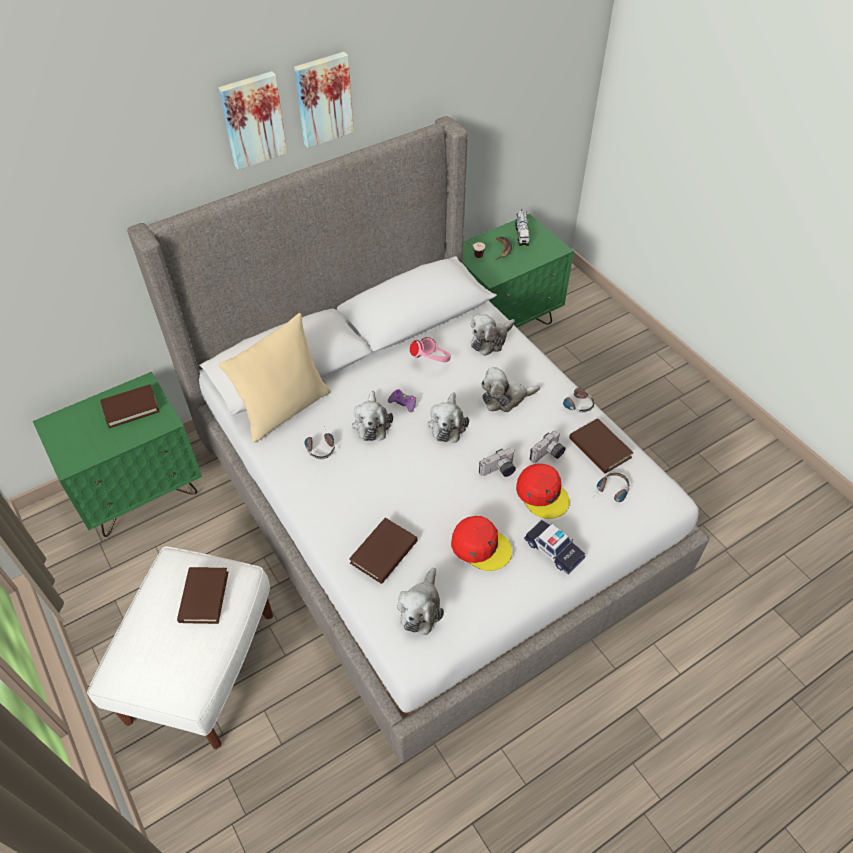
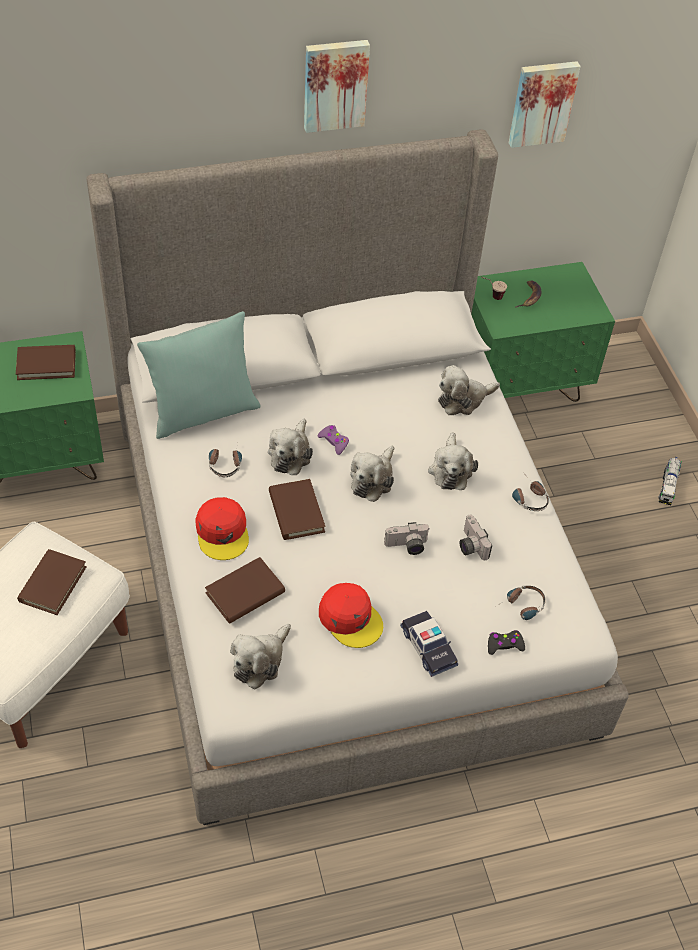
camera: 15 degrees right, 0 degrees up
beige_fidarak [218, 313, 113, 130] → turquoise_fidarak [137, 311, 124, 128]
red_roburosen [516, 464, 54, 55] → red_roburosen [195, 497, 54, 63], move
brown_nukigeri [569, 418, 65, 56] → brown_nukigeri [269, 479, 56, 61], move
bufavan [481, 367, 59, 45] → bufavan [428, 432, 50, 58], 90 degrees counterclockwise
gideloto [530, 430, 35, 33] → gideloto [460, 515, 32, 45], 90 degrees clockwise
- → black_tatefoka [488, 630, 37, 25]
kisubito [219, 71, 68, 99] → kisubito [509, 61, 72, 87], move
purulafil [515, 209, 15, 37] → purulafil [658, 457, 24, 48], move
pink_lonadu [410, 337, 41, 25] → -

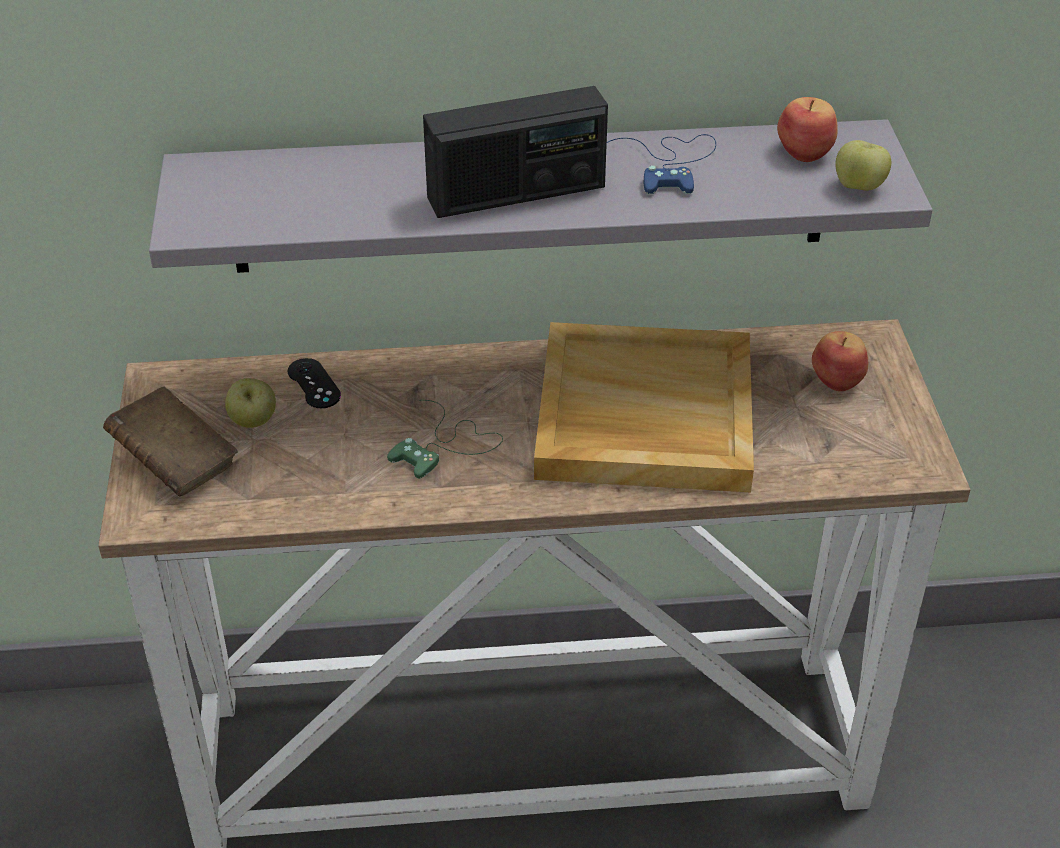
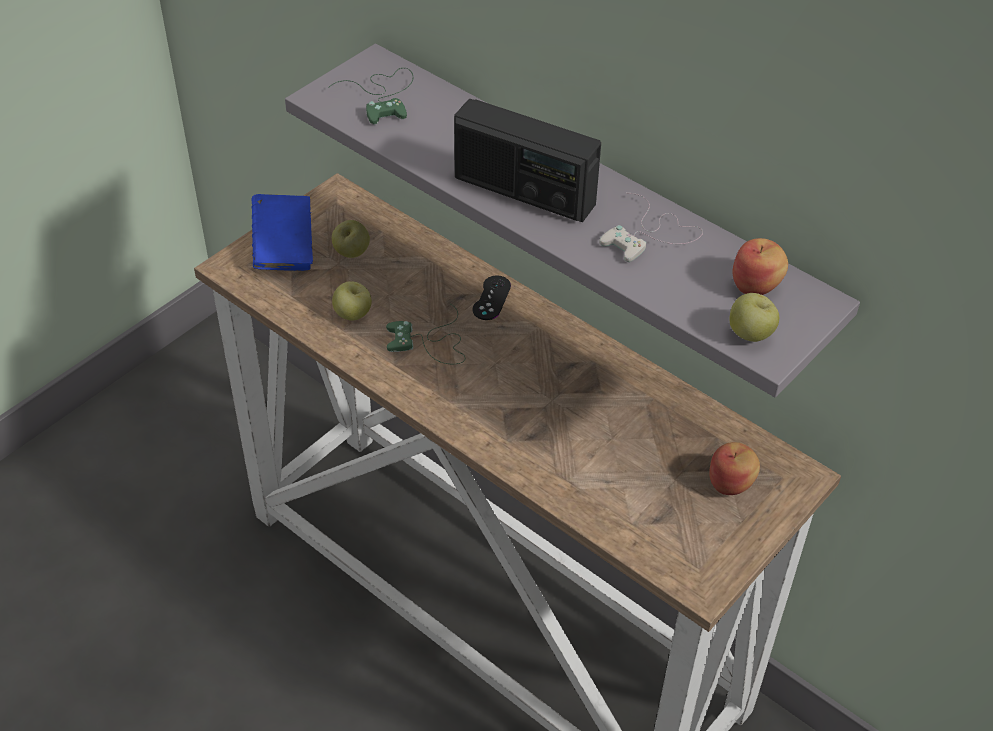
camera: 45 degrees right, 5 degrees up
brown_nukigeri [103, 386, 135, 111] → blue_nukigeri [252, 194, 61, 77]
- → green_tatefoka [328, 68, 85, 57]
- → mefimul [332, 281, 40, 40]
black_tatefoka [288, 358, 53, 50] → black_tatefoka [472, 275, 39, 45], move
blue_tatefoka [607, 134, 109, 60] → white_tatefoka [599, 193, 104, 69]
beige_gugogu [534, 322, 220, 171] → -

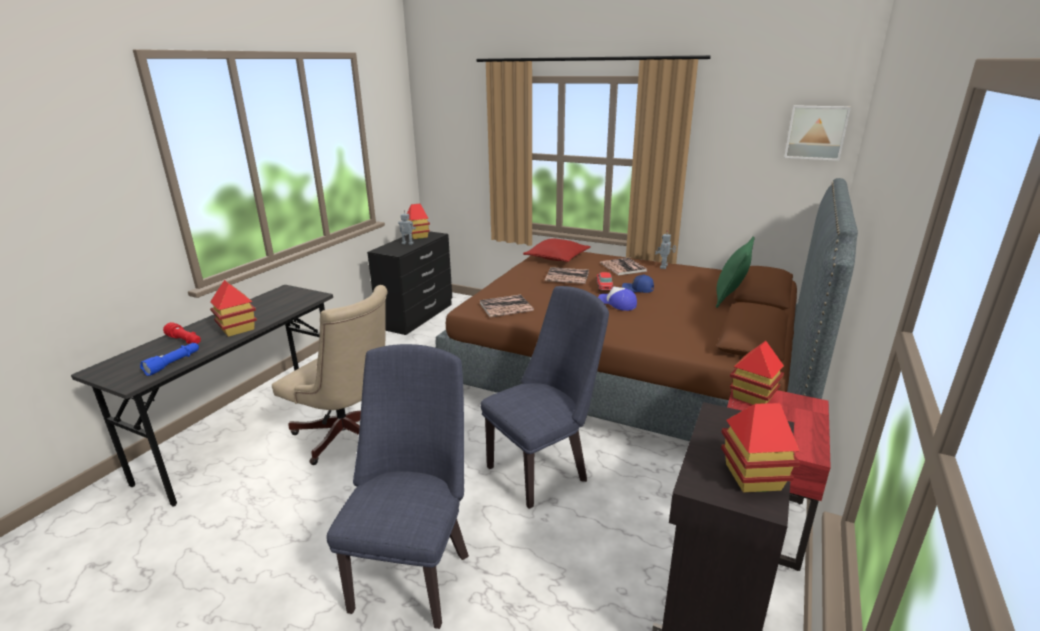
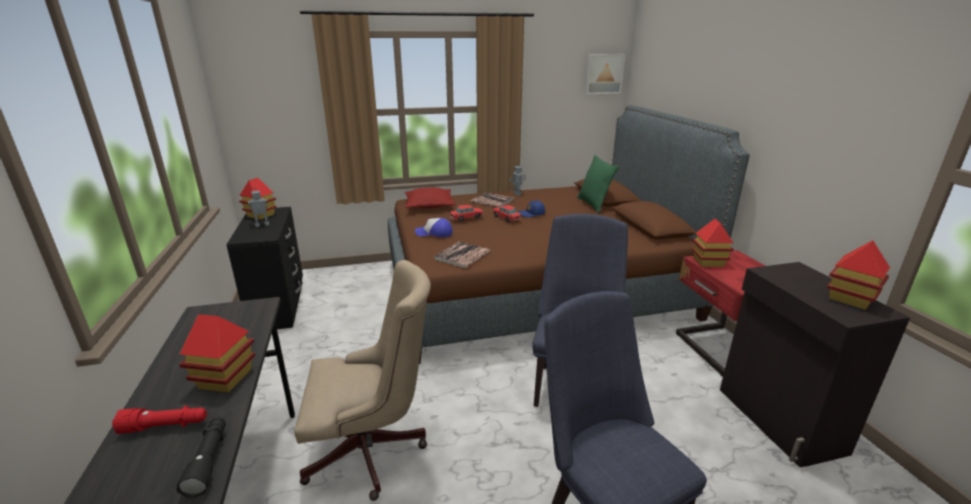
camera: 40 degrees left, 0 degrees up
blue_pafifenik [140, 343, 59, 33] → black_pafifenik [176, 417, 50, 81]
roburosen [598, 287, 39, 24] → roburosen [415, 218, 37, 19], move
nukigeri [545, 267, 44, 17] → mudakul [450, 205, 33, 16]

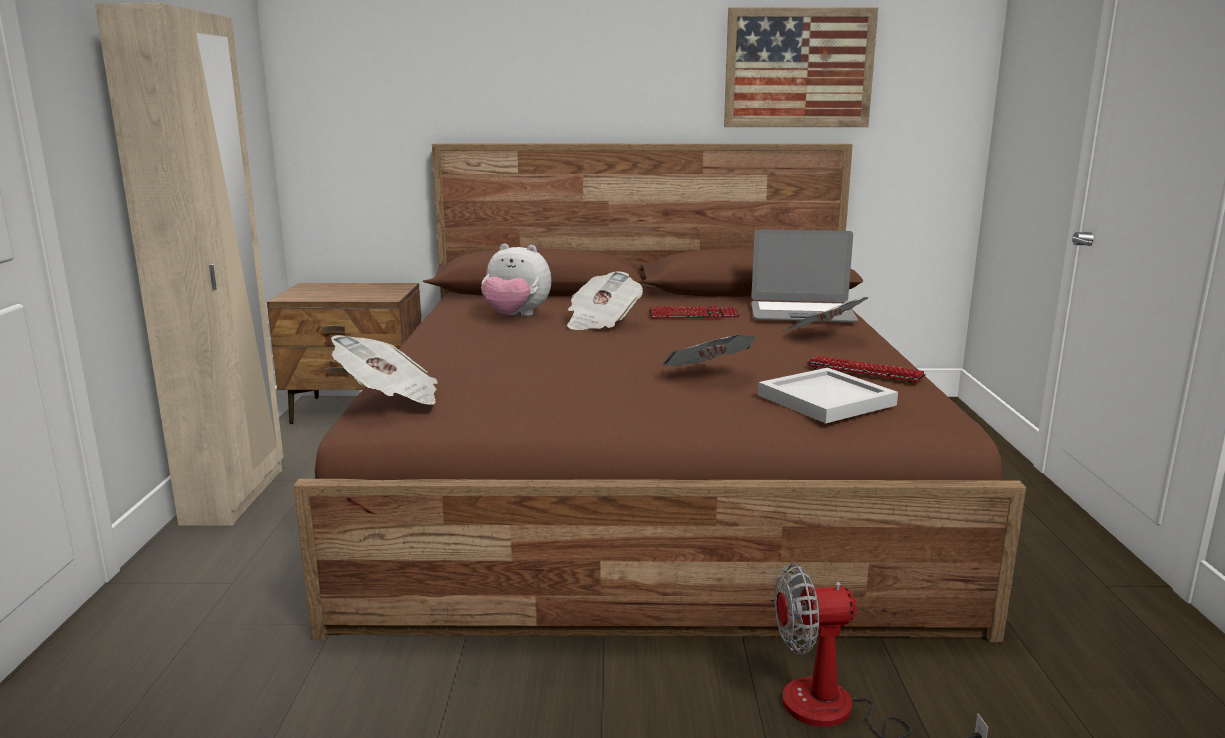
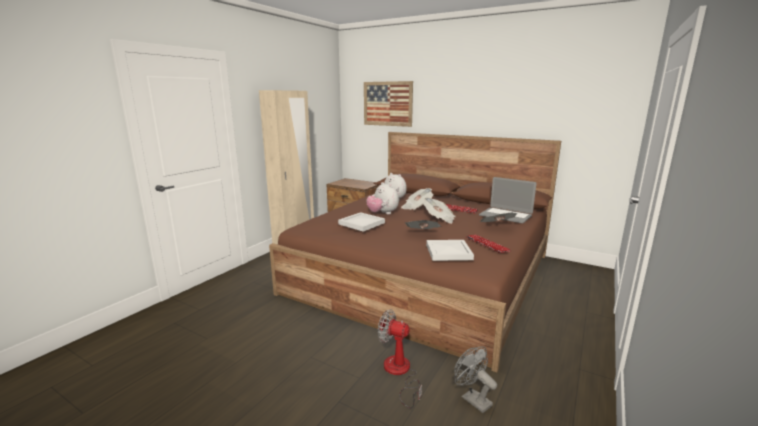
camera: 30 degrees right, 0 degrees up
- → white_gugogu [338, 212, 47, 20]
kisubito [724, 7, 154, 120] → kisubito [364, 81, 49, 46], move
- → bufavan [366, 182, 33, 32]
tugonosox [331, 335, 107, 70] → tugonosox [423, 198, 33, 26], move
- → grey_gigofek [454, 346, 43, 67]

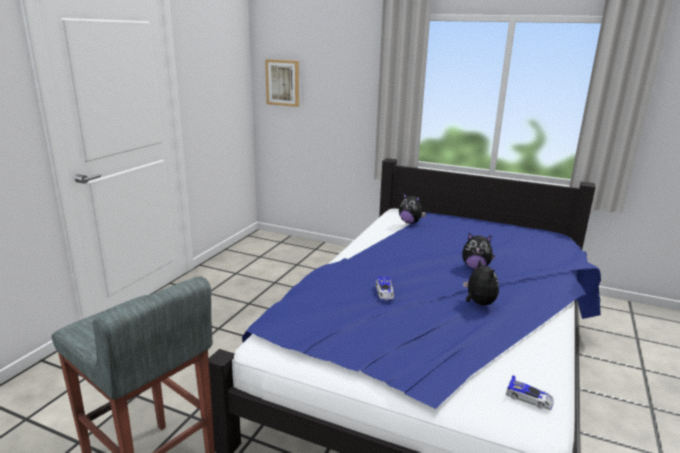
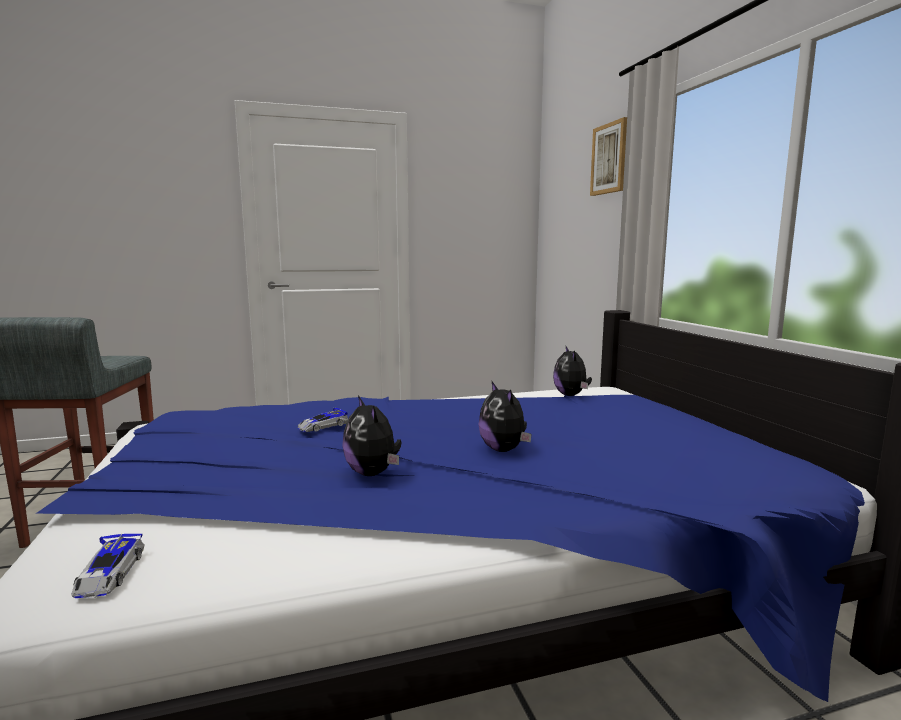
camera: 50 degrees right, 10 degrees down
bufavan [463, 259, 36, 46] → bufavan [342, 396, 60, 80], 120 degrees clockwise
kisubito [265, 59, 34, 48] → kisubito [590, 117, 37, 79], move

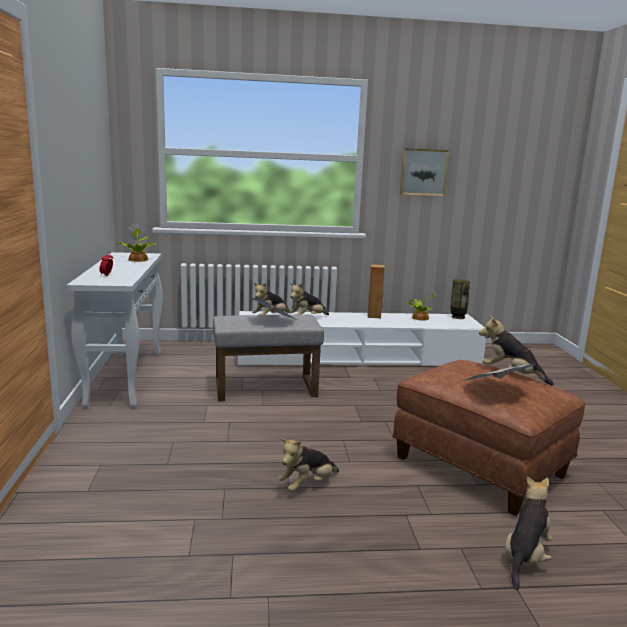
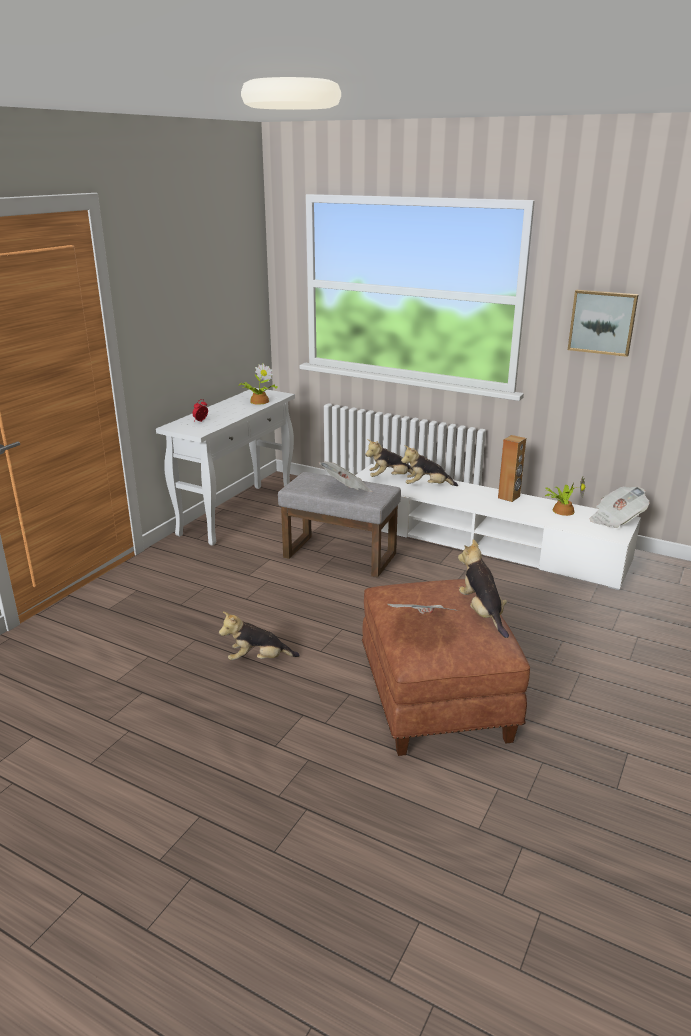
camera: 35 degrees right, 10 degrees up
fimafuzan [451, 279, 19, 40] → tugonosox [590, 487, 59, 41]
bufavan [505, 476, 48, 114] → -

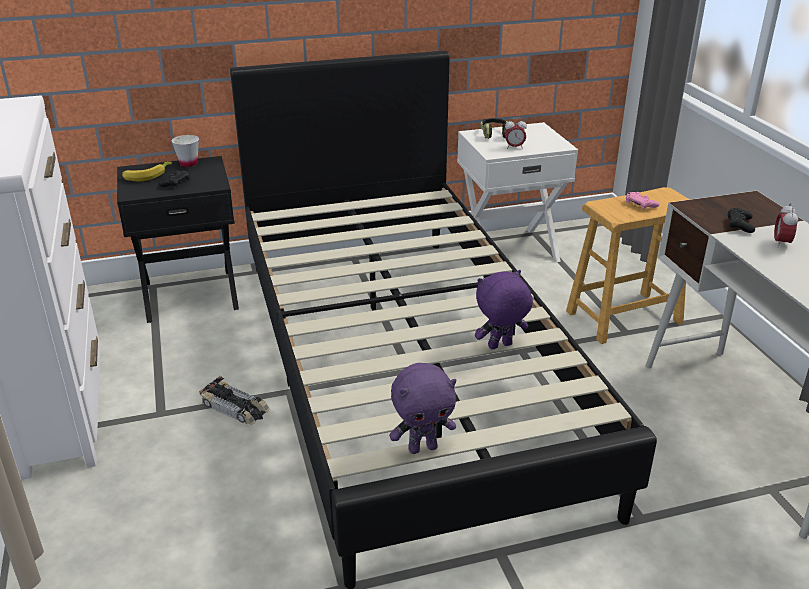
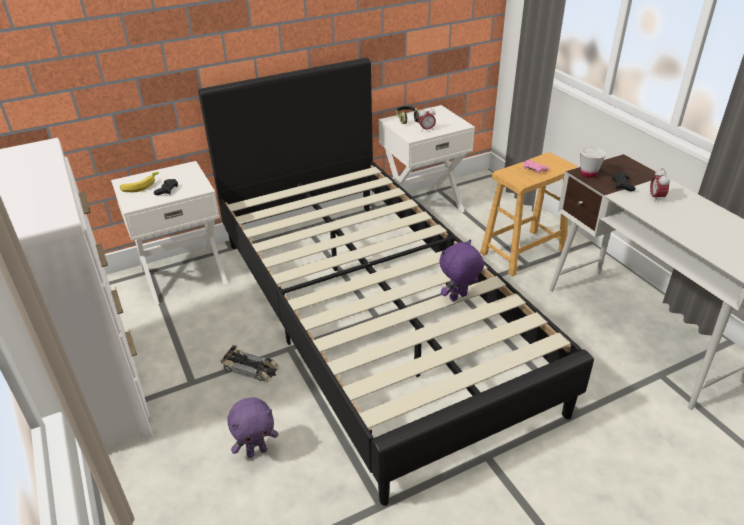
camera: 10 degrees left, 5 degrees up
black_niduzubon [117, 156, 122, 167] → white_niduzubon [111, 161, 116, 144]
purple_bufavan [389, 363, 67, 91] → purple_bufavan [227, 397, 51, 61], move
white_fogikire [172, 135, 27, 32] → white_fogikire [580, 147, 26, 31], move

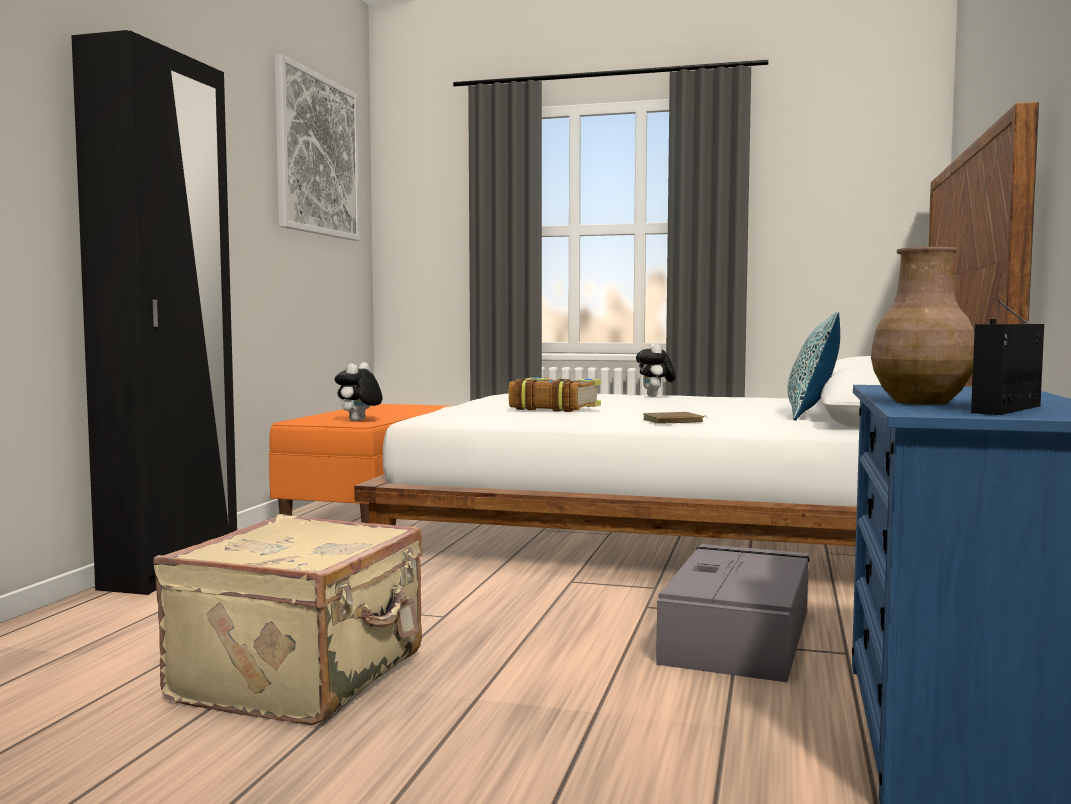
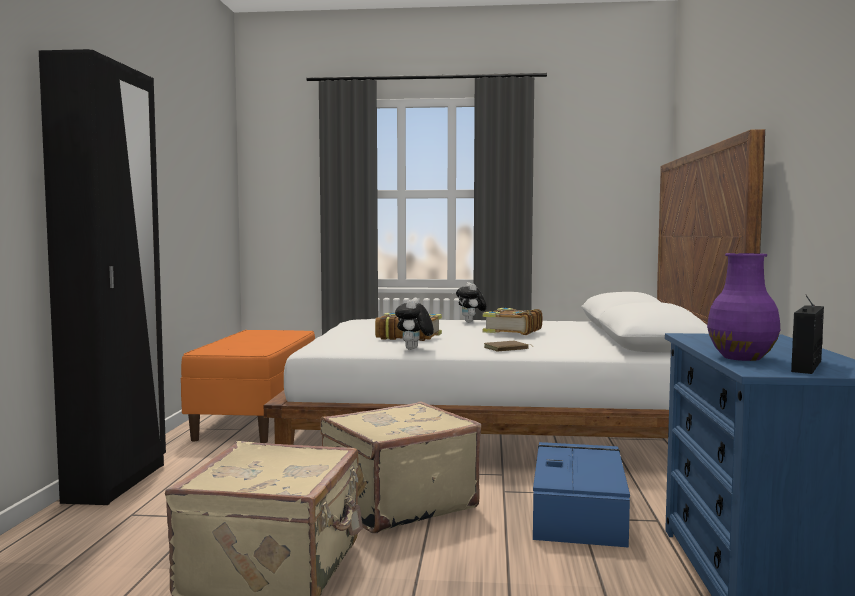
camera: 10 degrees left, 0 degrees up
- → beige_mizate [320, 402, 161, 131]
bufavan [334, 362, 48, 59] → bufavan [395, 297, 39, 53], move
- → nukigeri [483, 308, 59, 27]
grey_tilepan [656, 544, 154, 138] → blue_tilepan [533, 442, 97, 106]
brown_fimafuzan [871, 247, 103, 158] → purple_fimafuzan [707, 253, 73, 108]
kisubito [275, 54, 85, 187] → -
fidarak [788, 311, 52, 109] → -

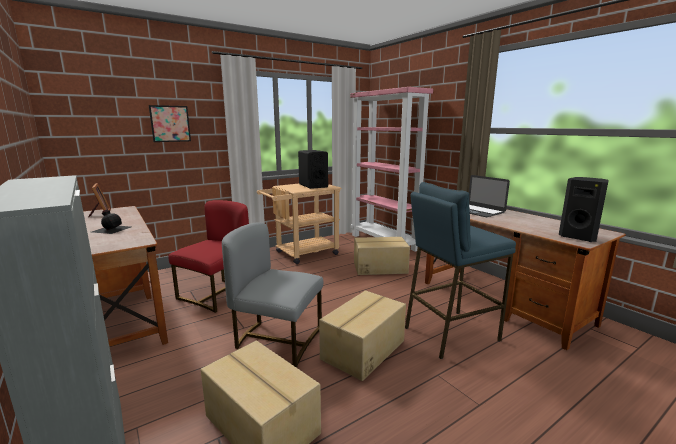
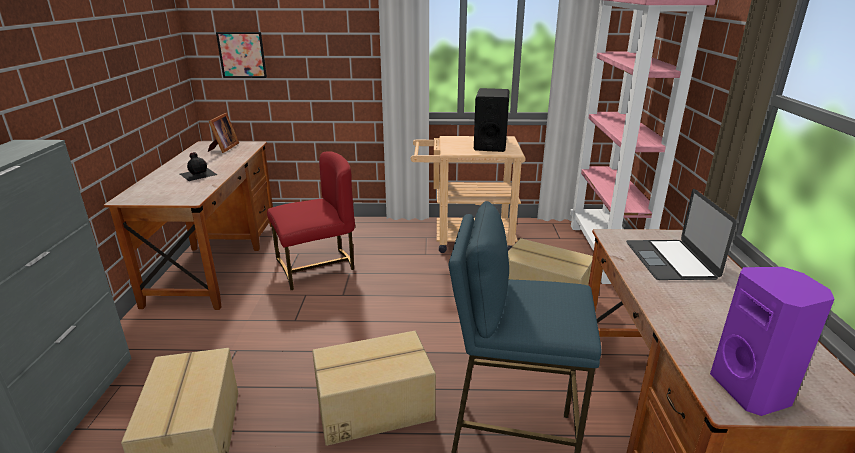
camera: 35 degrees right, 10 degrees up
kisubito [149, 105, 42, 37] → kisubito [216, 32, 51, 46], move
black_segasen [559, 177, 49, 65] → purple_segasen [710, 267, 125, 149]
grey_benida [222, 222, 101, 146] → -

